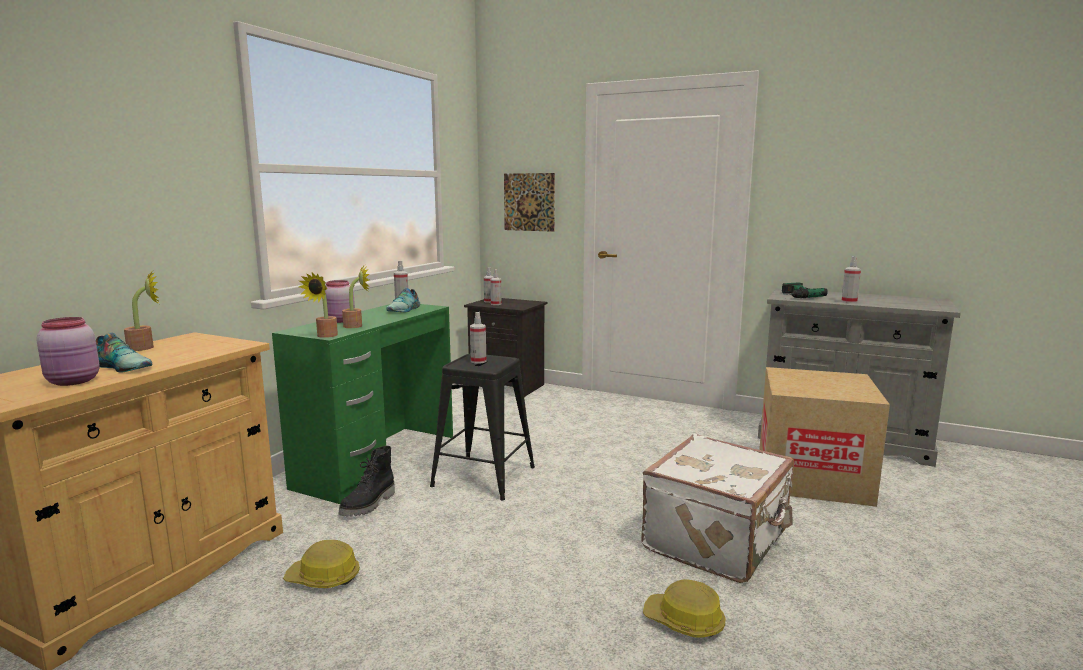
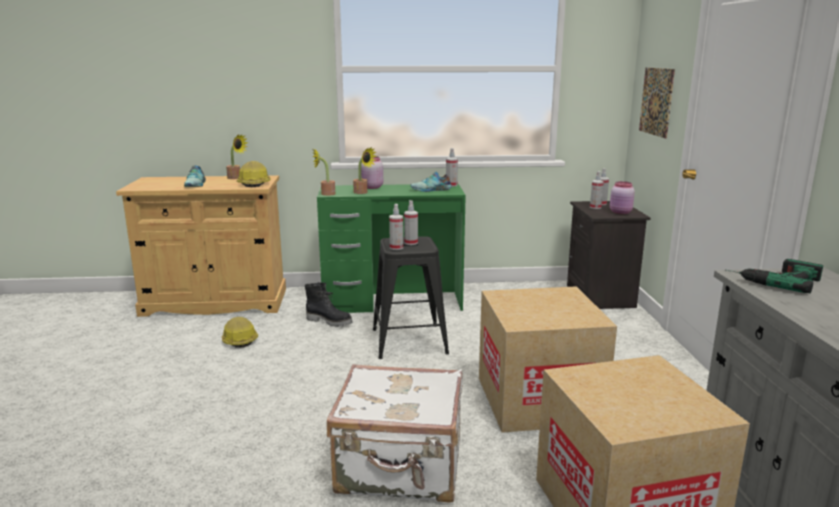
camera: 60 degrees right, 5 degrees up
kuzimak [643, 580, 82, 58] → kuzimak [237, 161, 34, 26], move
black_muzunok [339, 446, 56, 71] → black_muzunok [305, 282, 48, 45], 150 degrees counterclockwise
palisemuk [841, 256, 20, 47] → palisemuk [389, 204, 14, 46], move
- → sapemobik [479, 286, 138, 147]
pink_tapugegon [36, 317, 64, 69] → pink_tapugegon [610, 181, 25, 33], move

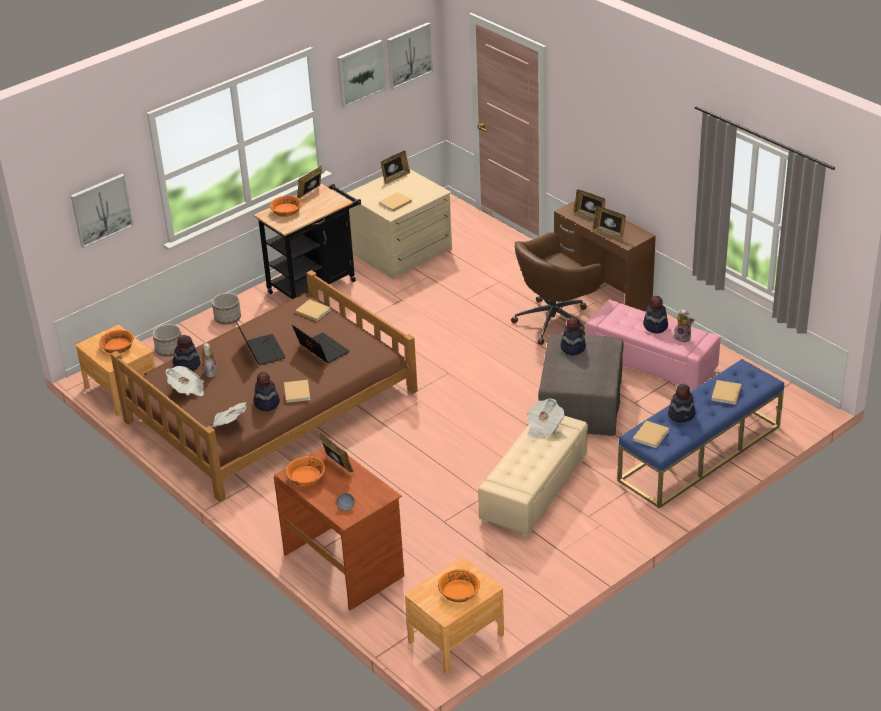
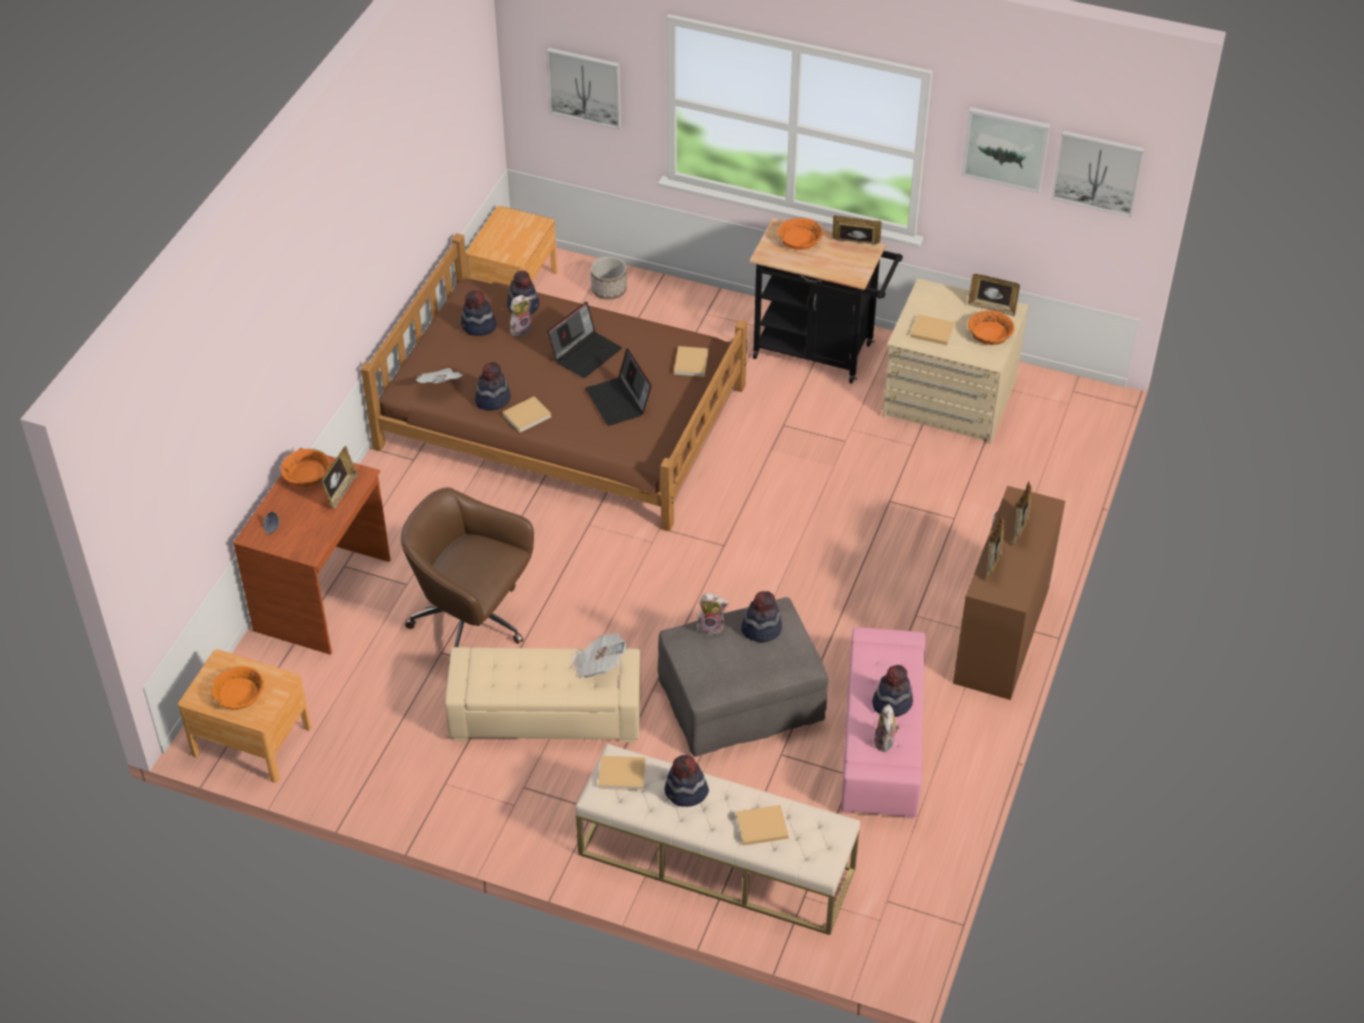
camera: 60 degrees right, 10 degrees up
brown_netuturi [511, 232, 93, 113] → brown_netuturi [401, 487, 133, 175], move
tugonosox [166, 366, 38, 30] → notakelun [461, 290, 36, 46]
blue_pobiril [617, 359, 167, 149] → beige_pobiril [576, 744, 284, 191]
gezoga [292, 325, 57, 38] → gezoga [585, 349, 67, 77], 135 degrees clockwise
- → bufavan [697, 593, 32, 43]
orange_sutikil [99, 330, 35, 23] → orange_sutikil [968, 310, 47, 35], move
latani [212, 293, 29, 32] → -

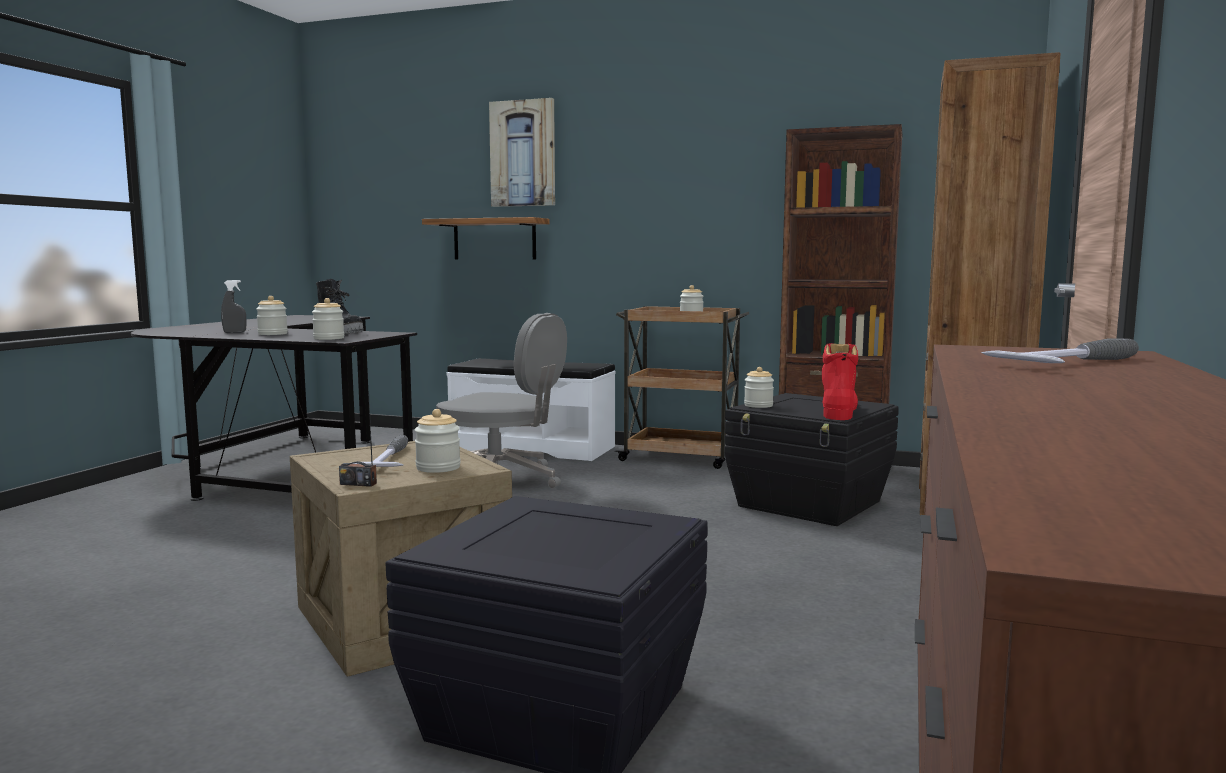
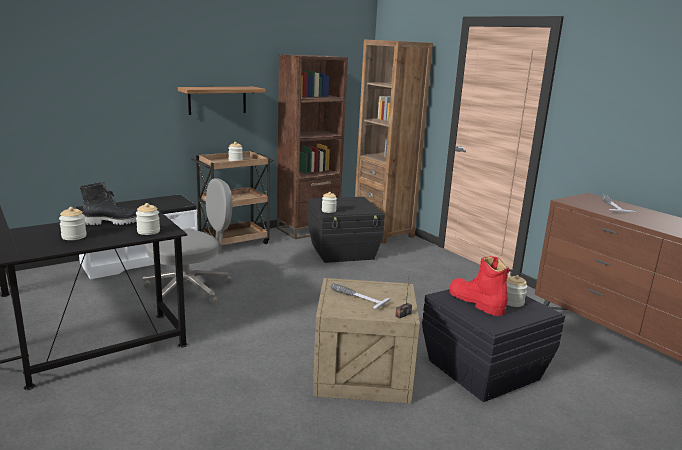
camera: 55 degrees left, 10 degrees up
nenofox [422, 217, 127, 43] → nenofox [178, 87, 87, 28], move
red_muzunok [822, 343, 36, 77] → red_muzunok [450, 256, 60, 60], move
tapugegon [414, 409, 47, 64] → tapugegon [507, 275, 20, 32], move
grey_palisemuk [221, 280, 25, 53] → -
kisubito [489, 98, 66, 109] → -

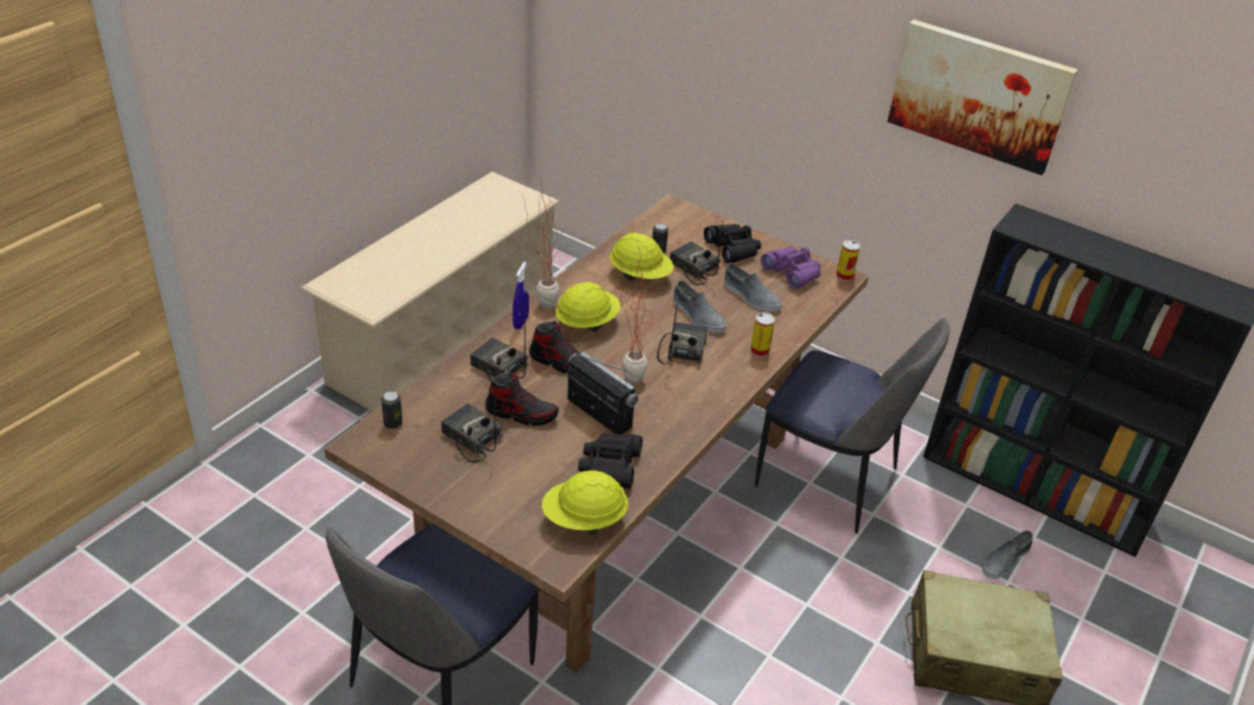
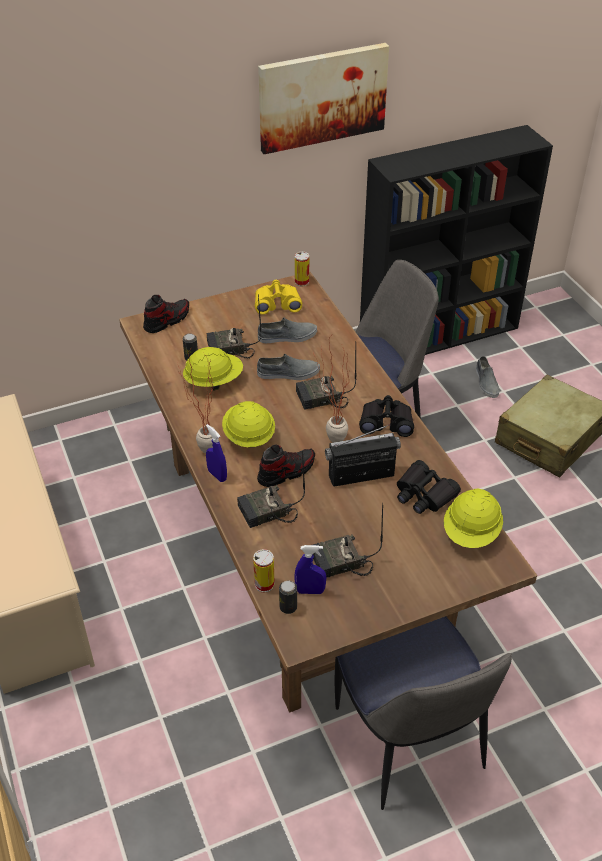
camera: 55 degrees left, 5 degrees up
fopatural [485, 372, 74, 54] → fopatural [143, 295, 46, 38], move
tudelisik [750, 312, 25, 45] → tudelisik [253, 549, 22, 43], move
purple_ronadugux [761, 247, 60, 42] → yellow_ronadugux [255, 280, 47, 34]
- → blue_palisemuk [294, 545, 32, 49]
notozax [657, 303, 51, 61] → notozax [296, 341, 61, 69], 60 degrees counterclockwise
black_ronadugux [704, 224, 57, 39] → black_ronadugux [359, 395, 55, 42], move

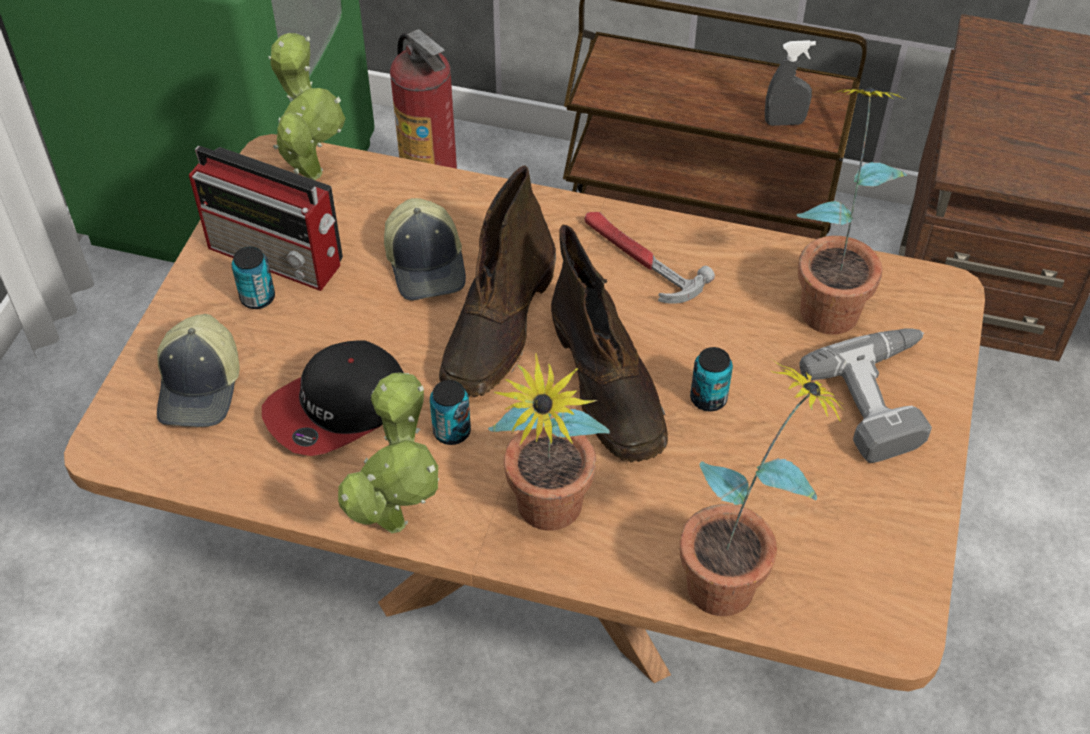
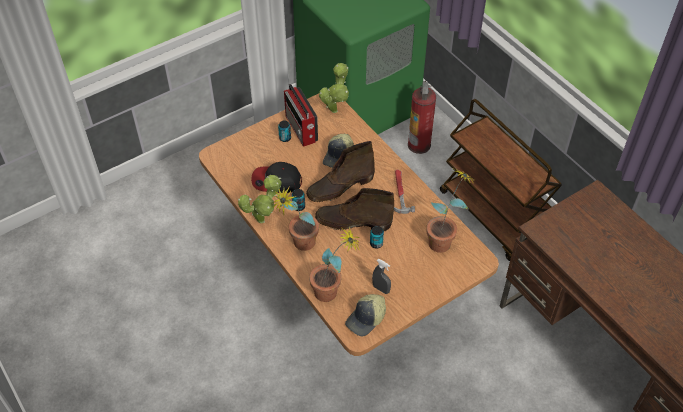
camera: 40 degrees right, 0 degrees up
brown_muzunok [551, 225, 117, 237] → brown_muzunok [315, 188, 79, 43], 75 degrees clockwise
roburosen [157, 314, 82, 113] → roburosen [345, 294, 41, 42], move
grey_palisemuk [765, 40, 51, 86] → grey_palisemuk [372, 259, 19, 35], move
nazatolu [799, 328, 133, 135] → -

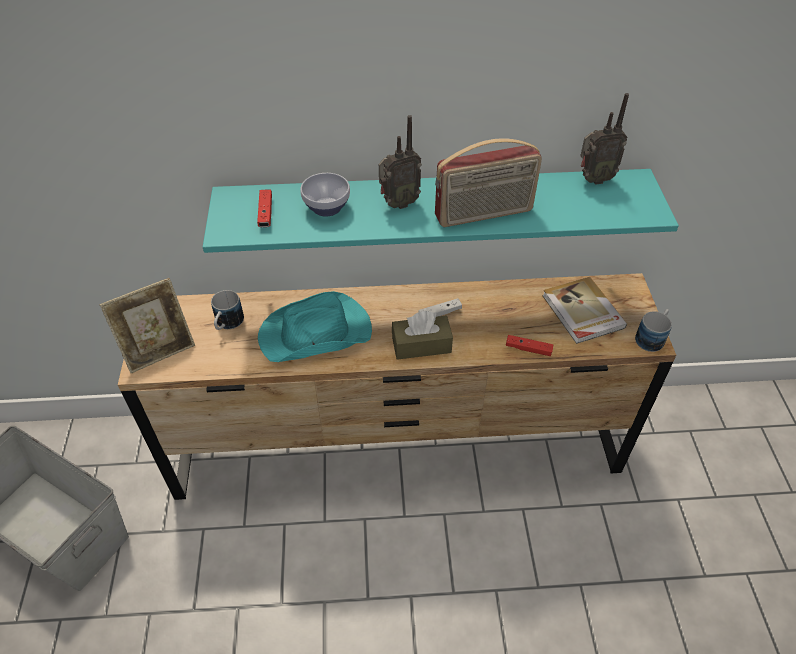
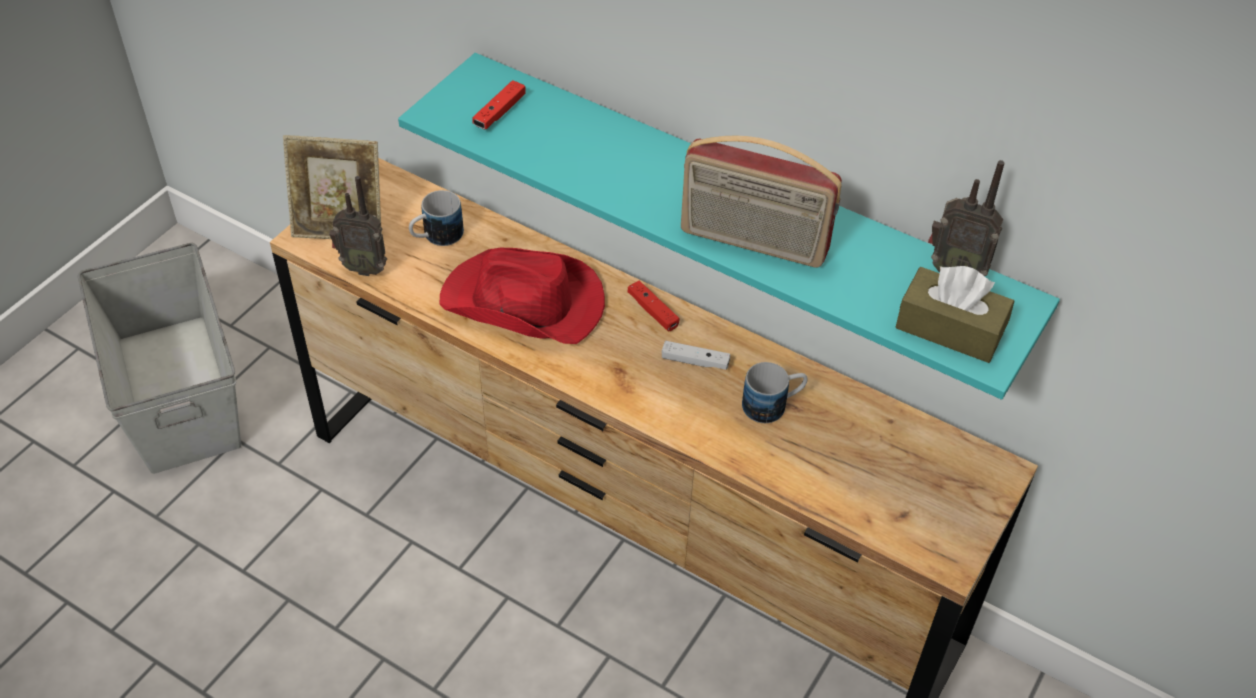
camera: 35 degrees right, 0 degrees up
notozax [379, 115, 43, 94] → notozax [329, 176, 58, 100], move
turquoise_notakelun [258, 291, 114, 71] → red_notakelun [440, 248, 165, 96]
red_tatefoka [506, 335, 47, 21] → red_tatefoka [628, 281, 51, 50], move
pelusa [635, 309, 37, 43] → pelusa [742, 362, 66, 61], move
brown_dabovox [392, 311, 61, 49] → brown_dabovox [896, 266, 118, 97], move
sutikil [301, 173, 49, 44] → -
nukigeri [542, 277, 85, 67] → -

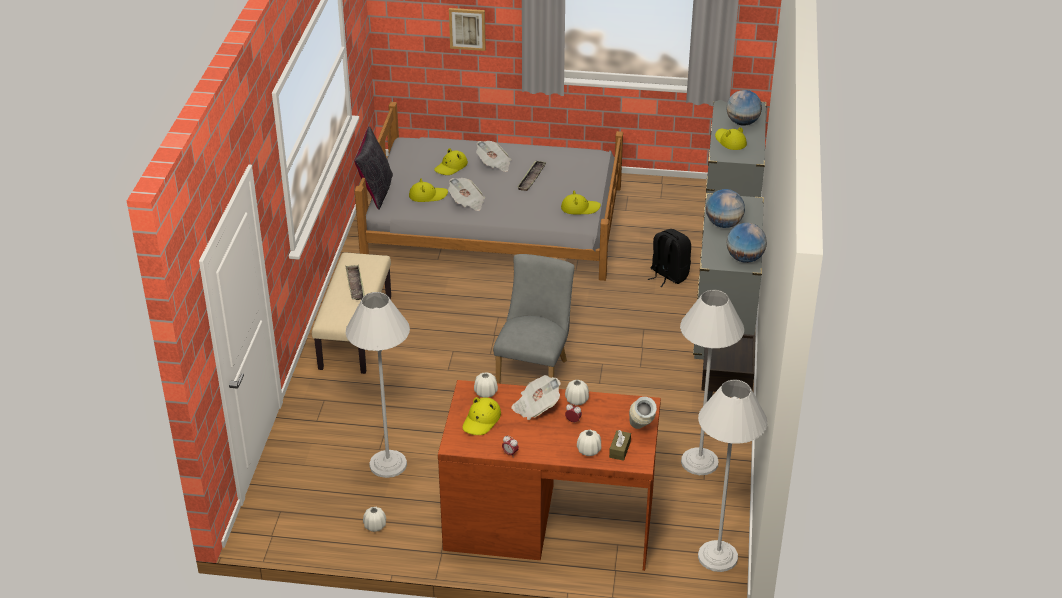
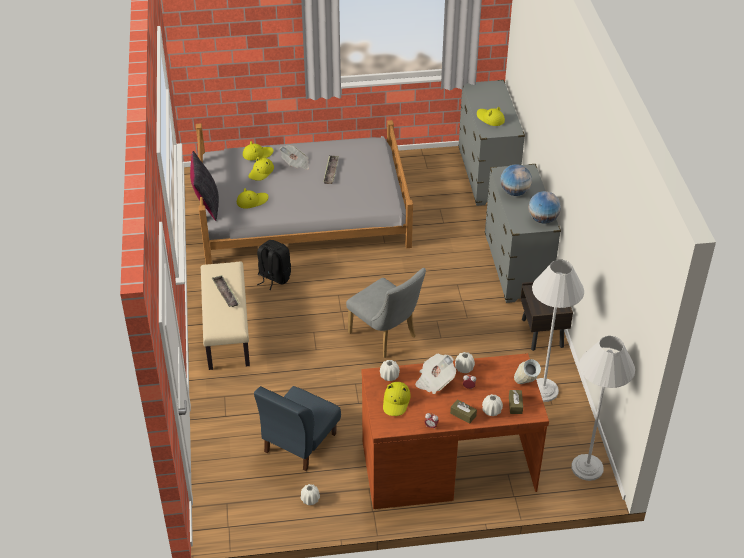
camera: 15 degrees left, 5 degrees up
yellow_notakelun [561, 190, 40, 24] → yellow_notakelun [243, 141, 31, 19], move
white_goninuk [346, 292, 64, 186] → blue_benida [254, 386, 87, 85]
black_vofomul [648, 229, 43, 59] → black_vofomul [257, 240, 34, 50], move
grey_benida [493, 254, 82, 130] → grey_benida [346, 268, 80, 90], 135 degrees clockwise
- → brown_dabovox [450, 399, 27, 25]
tugonosox [448, 178, 37, 33] → -
kisubito [449, 8, 37, 43] → -
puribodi [726, 90, 36, 36] → -

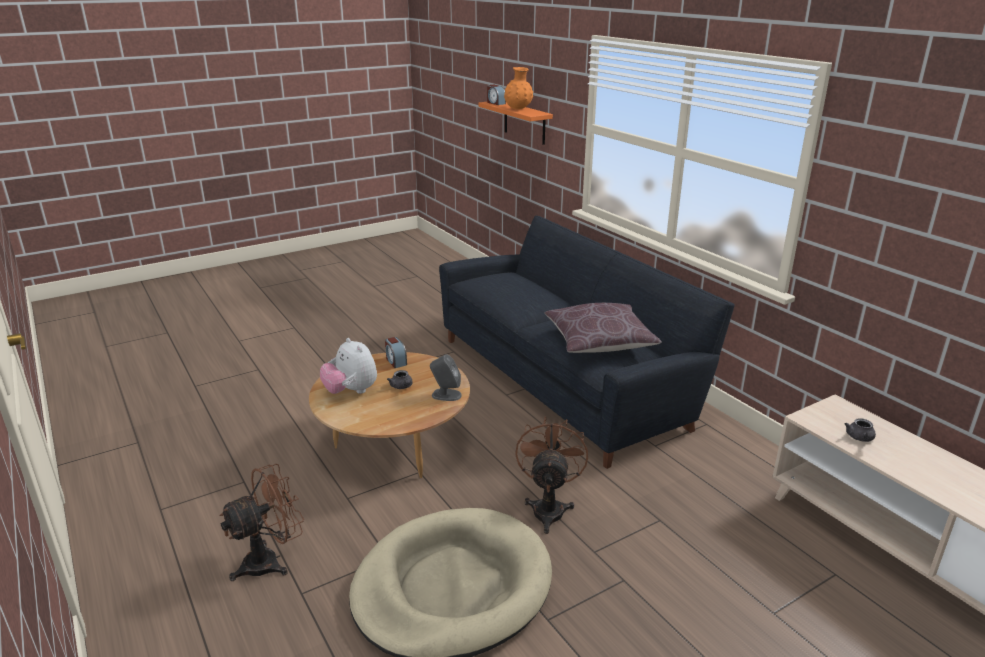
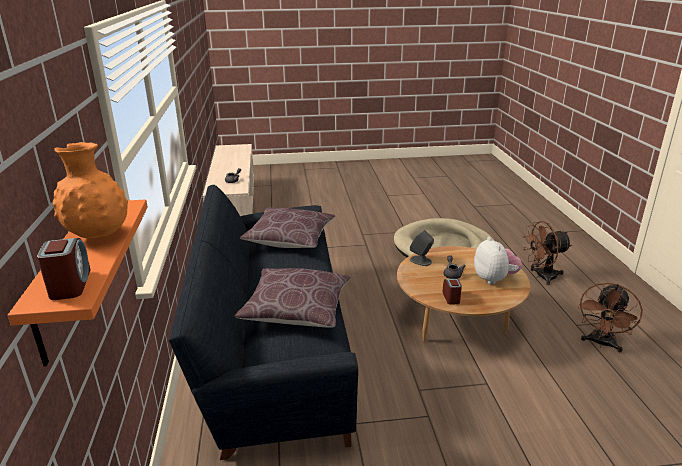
camera: 155 degrees left, 0 degrees up
- → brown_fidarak [235, 268, 116, 60]
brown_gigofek [515, 416, 73, 118] → brown_gigofek [578, 283, 65, 69], move

